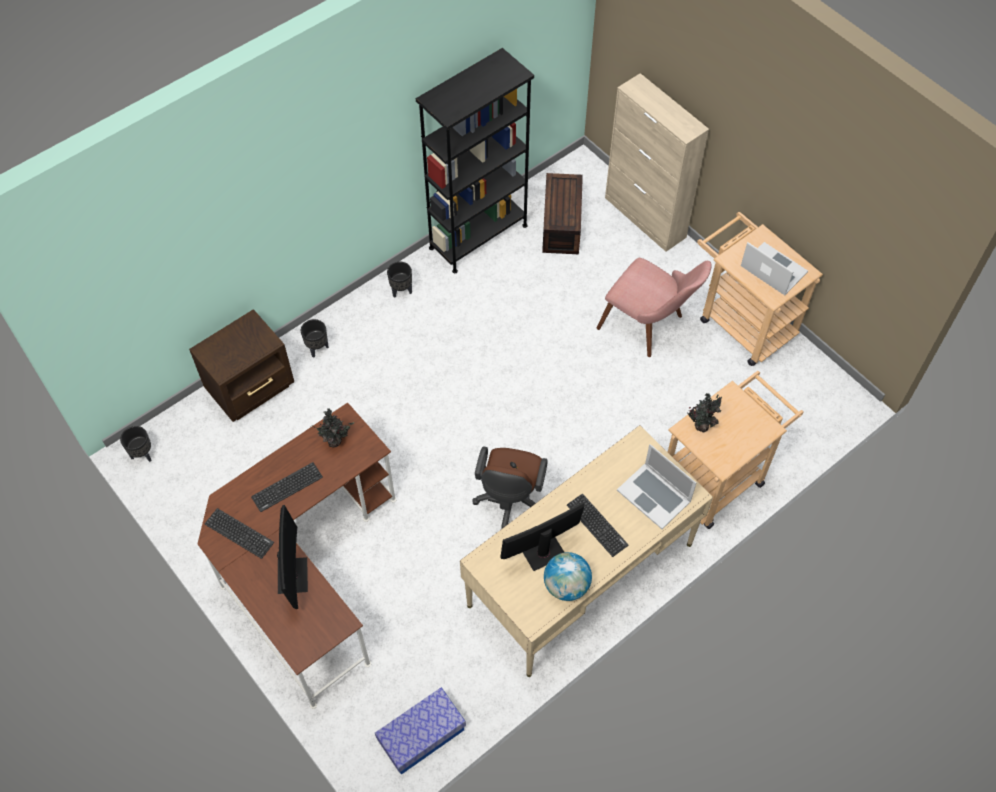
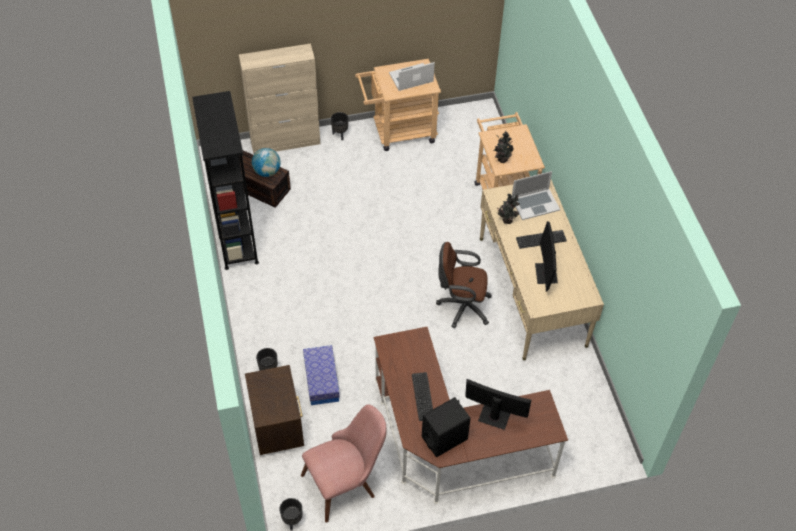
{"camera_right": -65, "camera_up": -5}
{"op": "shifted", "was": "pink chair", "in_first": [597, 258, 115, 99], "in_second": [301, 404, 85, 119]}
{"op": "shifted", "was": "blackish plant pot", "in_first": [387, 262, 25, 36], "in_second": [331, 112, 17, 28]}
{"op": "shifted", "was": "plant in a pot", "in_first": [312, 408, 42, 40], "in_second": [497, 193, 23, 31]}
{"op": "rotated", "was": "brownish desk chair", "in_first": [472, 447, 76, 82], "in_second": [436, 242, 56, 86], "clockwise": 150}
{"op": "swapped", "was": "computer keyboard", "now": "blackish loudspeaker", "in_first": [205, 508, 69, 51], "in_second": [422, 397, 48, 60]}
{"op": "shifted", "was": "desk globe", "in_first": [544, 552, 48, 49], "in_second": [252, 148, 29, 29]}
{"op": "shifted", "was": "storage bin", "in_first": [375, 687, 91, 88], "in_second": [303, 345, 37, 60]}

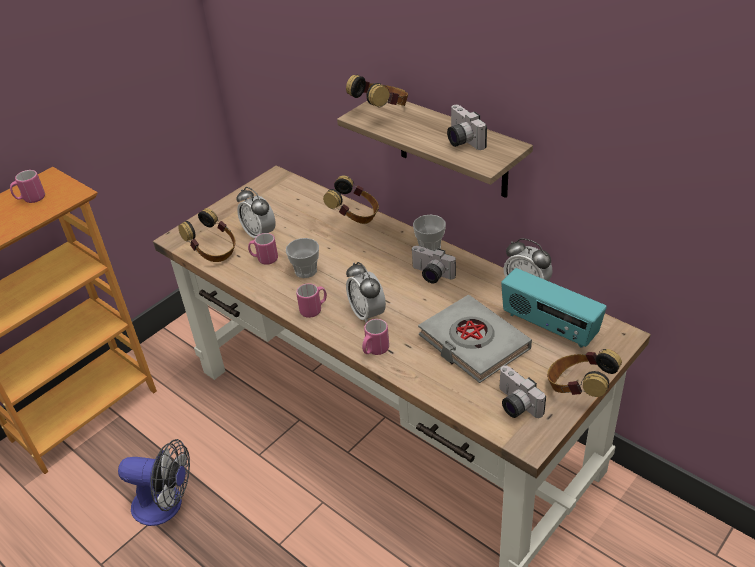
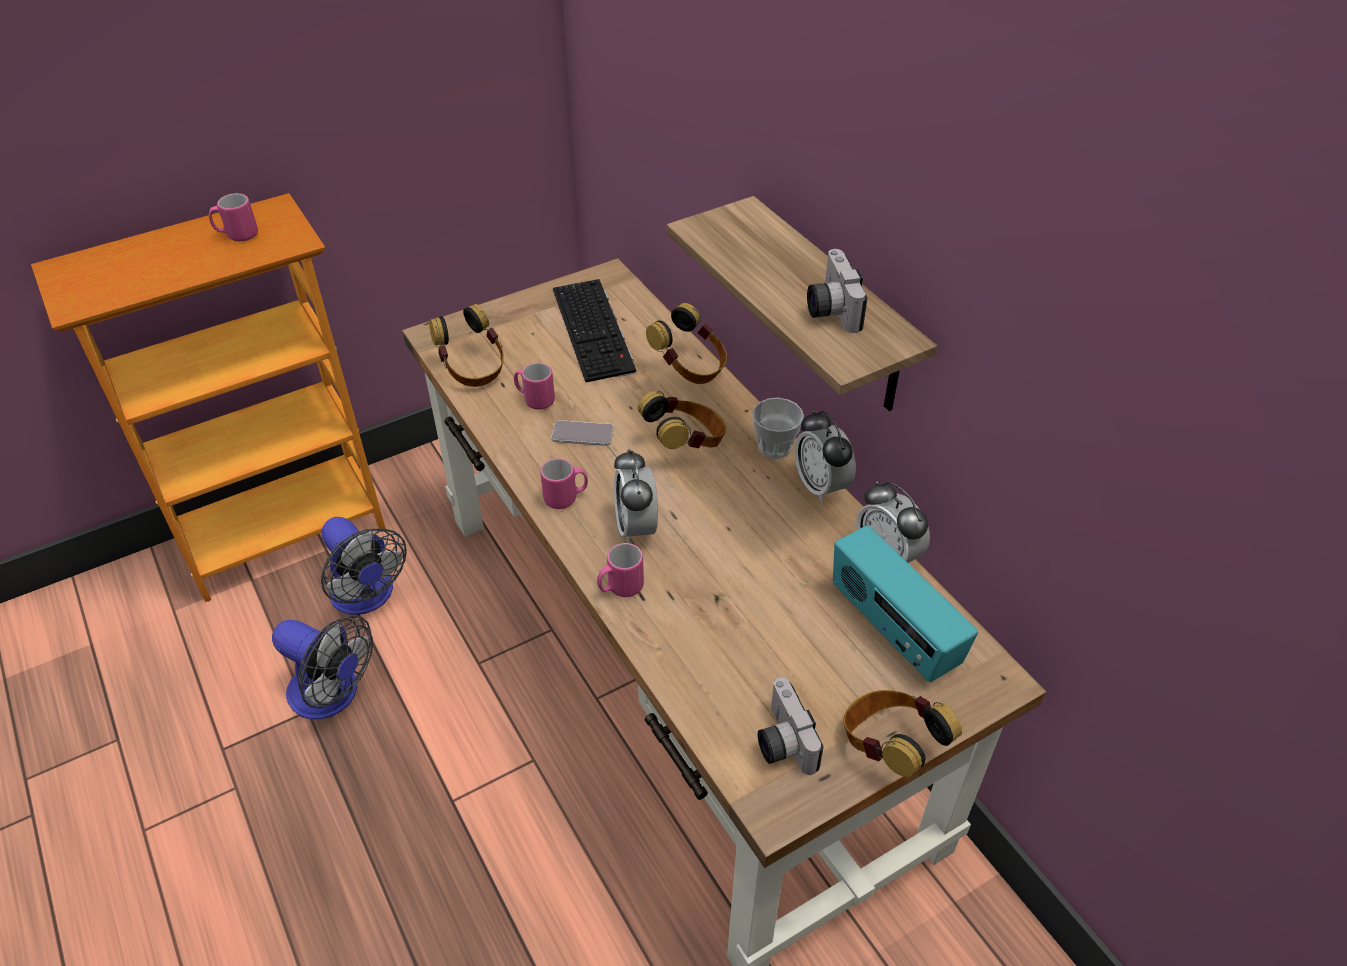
{"camera_right": 15, "camera_up": 5}
{"op": "shifted", "was": "headphones", "in_first": [346, 75, 62, 32], "in_second": [638, 391, 88, 58]}
{"op": "shifted", "was": "alarm clock", "in_first": [236, 187, 40, 51], "in_second": [795, 410, 61, 92]}
{"op": "swapped", "was": "small cup", "now": "handset", "in_first": [286, 238, 33, 40], "in_second": [551, 420, 63, 26]}
{"op": "gone", "was": "still camera", "in_first": [411, 246, 45, 37]}
{"op": "gone", "was": "gray bound book", "in_first": [418, 295, 114, 88]}
{"op": "new", "now": "computer keyboard", "in_second": [553, 279, 83, 103]}
{"op": "new", "now": "fan", "in_second": [321, 517, 86, 98]}

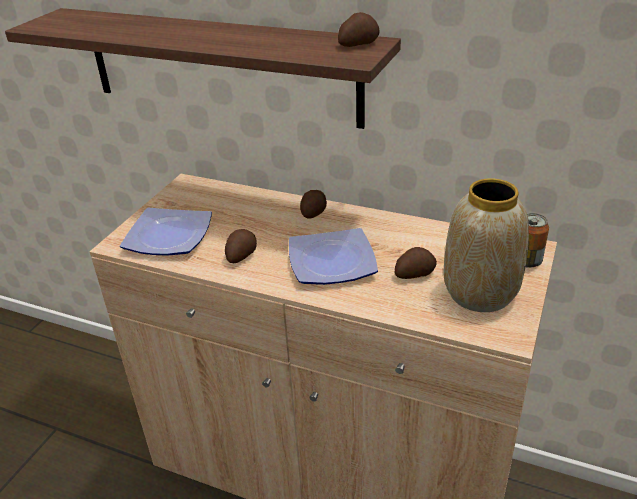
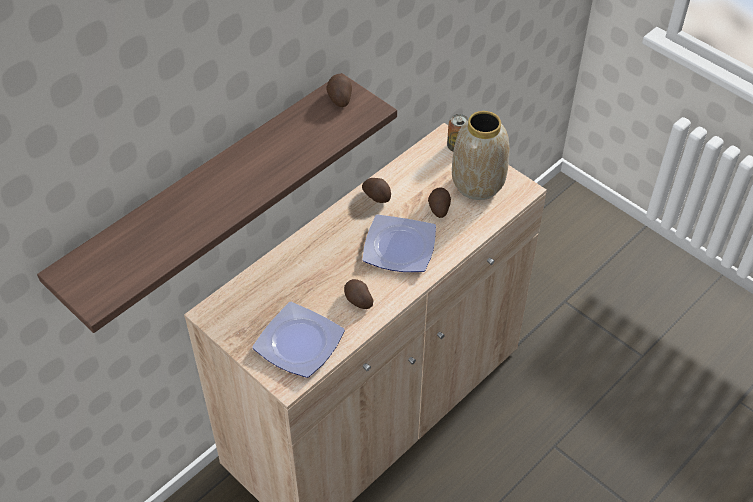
{"camera_right": -70, "camera_up": 15}
{"op": "shifted", "was": "spud", "in_first": [300, 190, 27, 28], "in_second": [362, 178, 29, 25]}

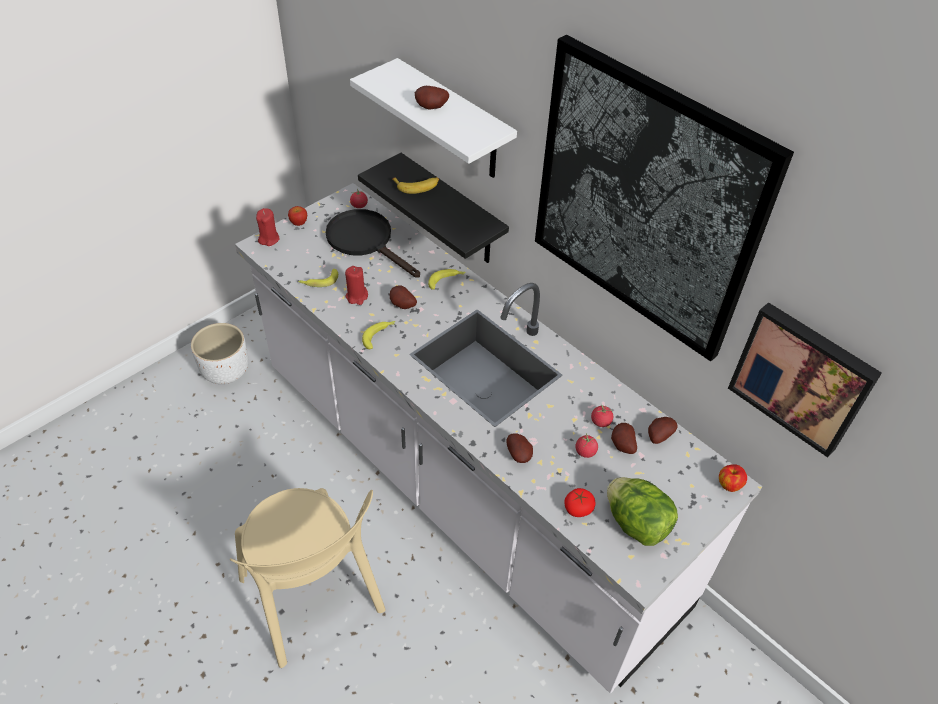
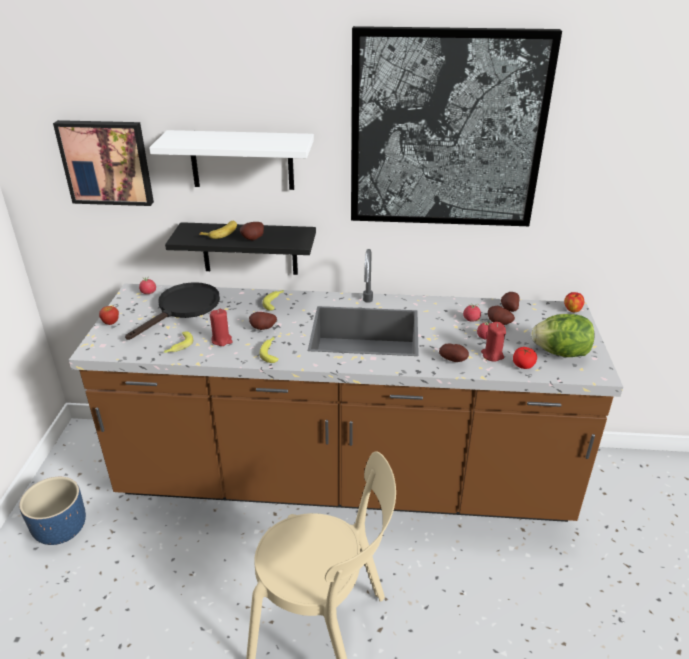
{"camera_right": -40, "camera_up": -15}
{"op": "shifted", "was": "spud", "in_first": [415, 86, 34, 24], "in_second": [240, 222, 24, 18]}
{"op": "repainted", "was": "whitish kitchen counter", "now": "brownish kitchen counter", "in_first": [235, 183, 527, 511], "in_second": [69, 249, 554, 273]}
{"op": "shifted", "was": "red wax light", "in_first": [256, 208, 24, 38], "in_second": [481, 322, 25, 40]}
{"op": "rotated", "was": "blackish skillet", "in_first": [326, 209, 94, 68], "in_second": [125, 282, 95, 58], "clockwise": 120}
{"op": "shifted", "was": "wall art", "in_first": [728, 302, 154, 156], "in_second": [53, 120, 101, 86]}
{"op": "repainted", "was": "whitish plant pot", "now": "blue plant pot", "in_first": [191, 323, 57, 61], "in_second": [19, 477, 67, 68]}

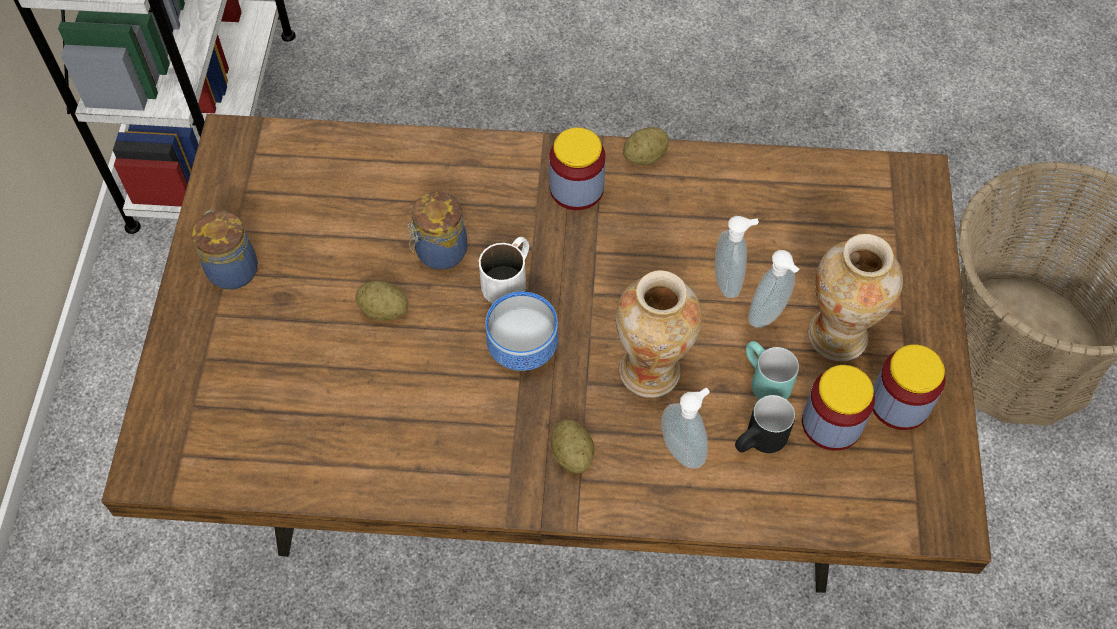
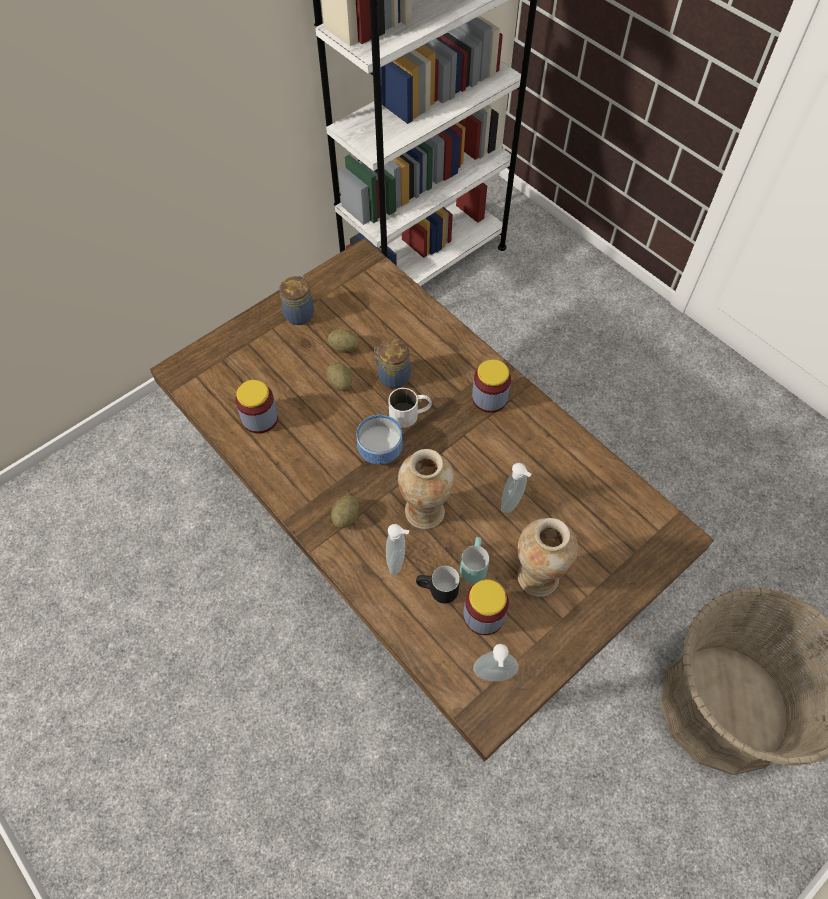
{"camera_right": 45, "camera_up": 0}
{"op": "shifted", "was": "spud", "in_first": [623, 127, 46, 38], "in_second": [328, 329, 31, 24]}
{"op": "shifted", "was": "soap bottle", "in_first": [748, 250, 52, 78], "in_second": [473, 644, 45, 37]}
{"op": "shifted", "was": "jar", "in_first": [873, 344, 73, 86], "in_second": [235, 380, 43, 54]}

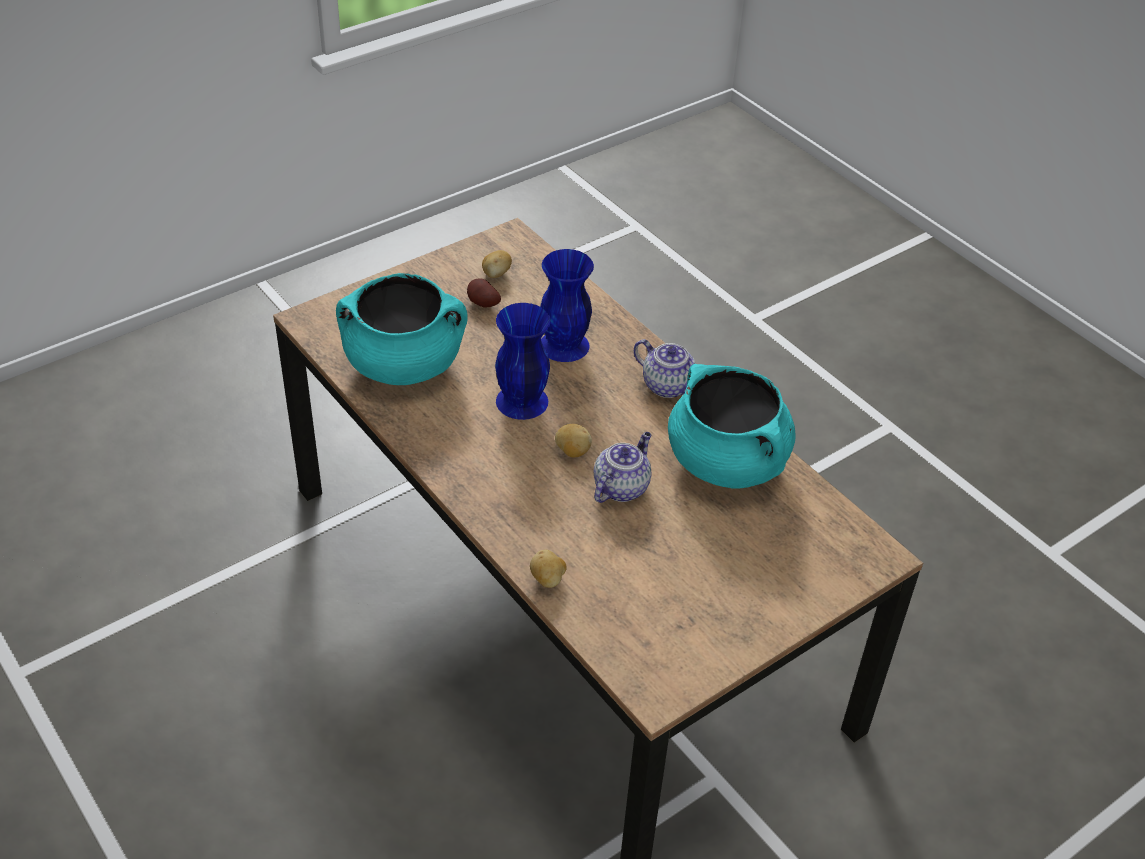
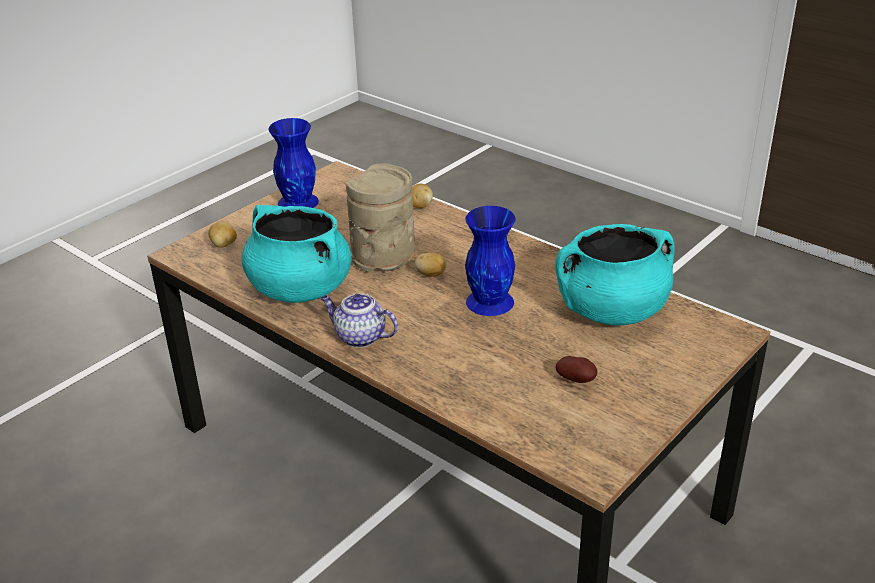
{"camera_right": 170, "camera_up": -10}
{"op": "shifted", "was": "blue vase", "in_first": [540, 249, 54, 113], "in_second": [268, 118, 51, 90]}
{"op": "shifted", "was": "spud", "in_first": [482, 250, 30, 28], "in_second": [208, 221, 29, 27]}
{"op": "swapped", "was": "teapot", "now": "beige vase", "in_first": [594, 432, 58, 71], "in_second": [346, 163, 69, 109]}

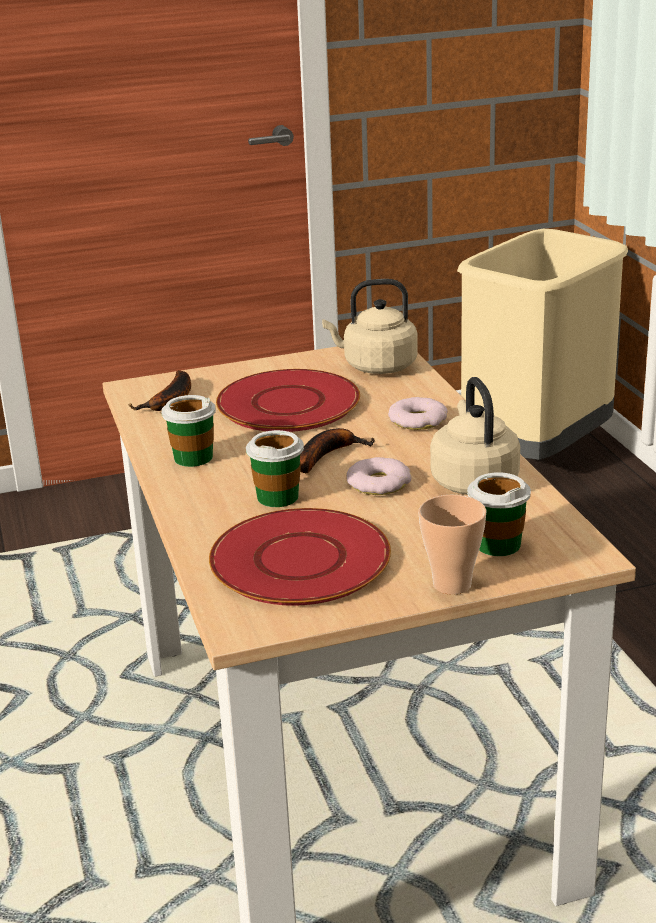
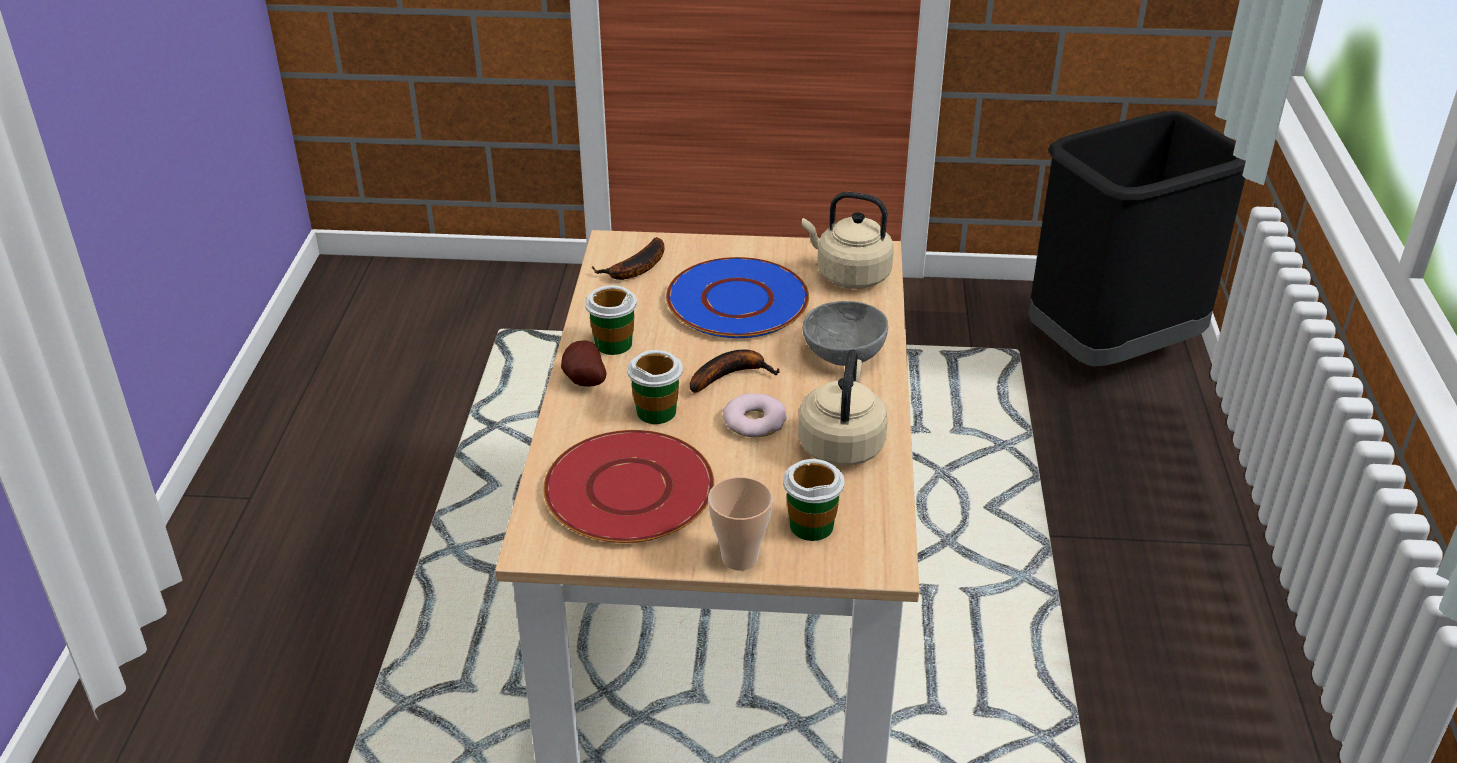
{"camera_right": 20, "camera_up": 10}
{"op": "repainted", "was": "beige trash can", "now": "blackish trash can", "in_first": [457, 229, 171, 231], "in_second": [1028, 111, 218, 255]}
{"op": "repainted", "was": "red plate", "now": "blue plate", "in_first": [216, 369, 144, 63], "in_second": [666, 257, 143, 81]}
{"op": "swapped", "was": "doughnut", "now": "gray deep dish", "in_first": [388, 397, 60, 33], "in_second": [803, 301, 85, 65]}
{"op": "new", "now": "spud", "in_second": [561, 340, 45, 47]}

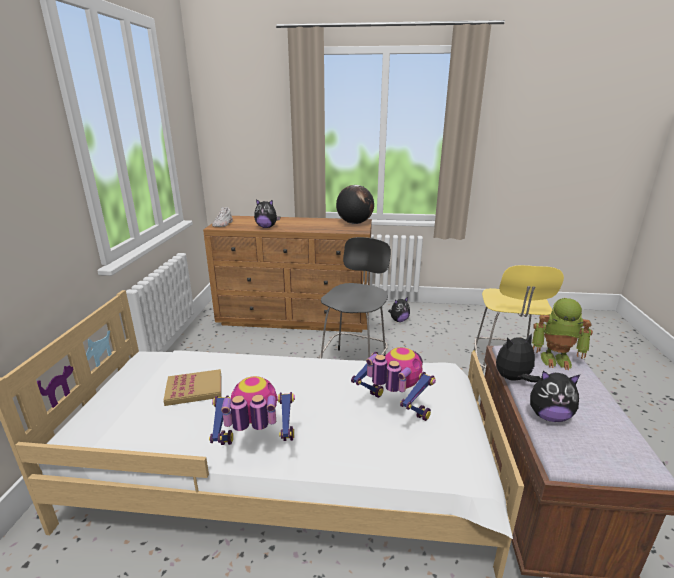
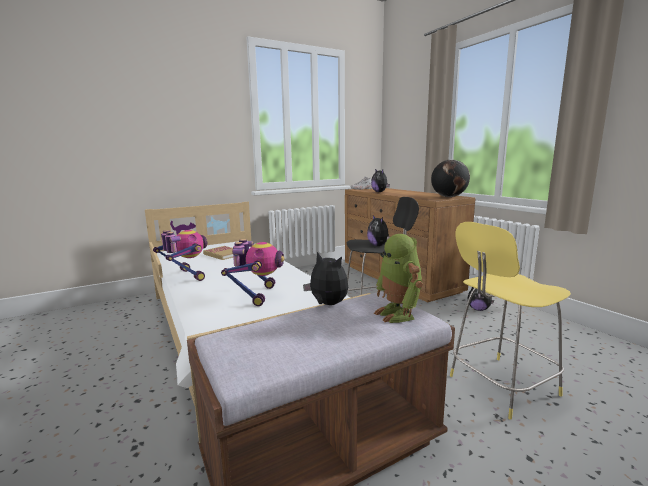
{"camera_right": 55, "camera_up": -10}
{"op": "shifted", "was": "cuddly toy", "in_first": [530, 370, 50, 52], "in_second": [367, 215, 23, 31]}

